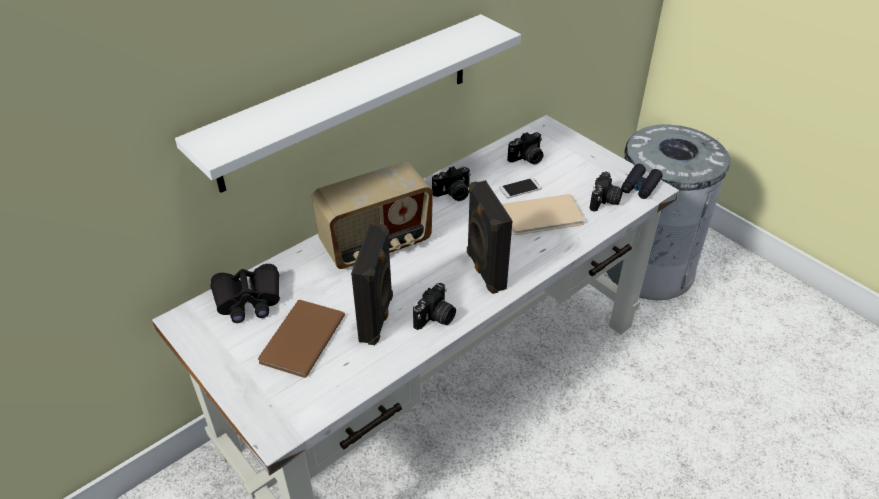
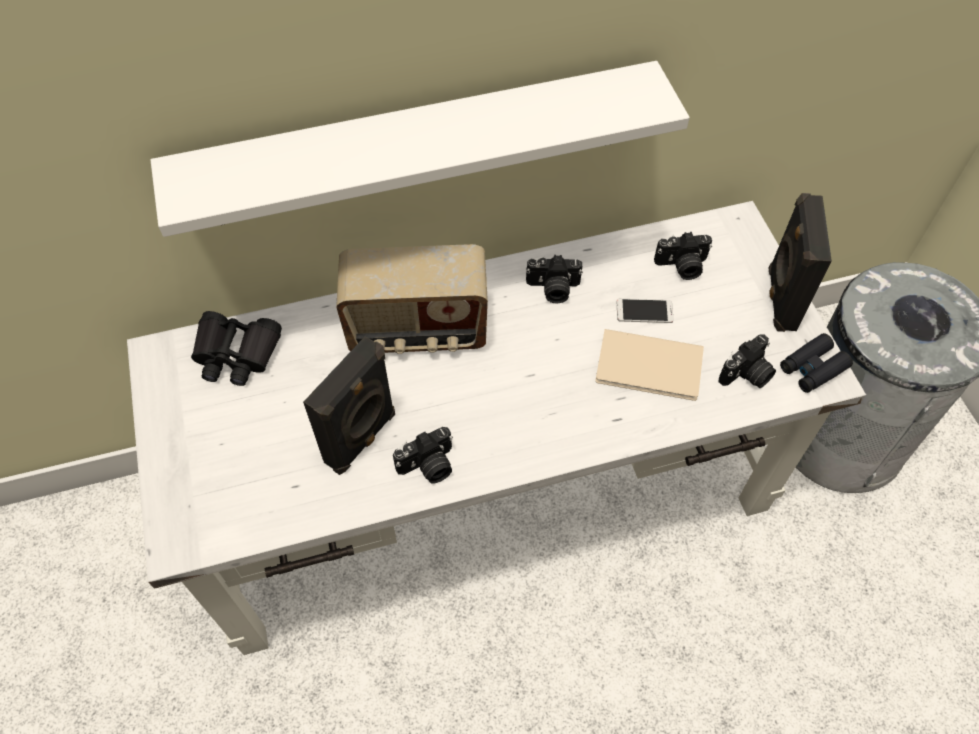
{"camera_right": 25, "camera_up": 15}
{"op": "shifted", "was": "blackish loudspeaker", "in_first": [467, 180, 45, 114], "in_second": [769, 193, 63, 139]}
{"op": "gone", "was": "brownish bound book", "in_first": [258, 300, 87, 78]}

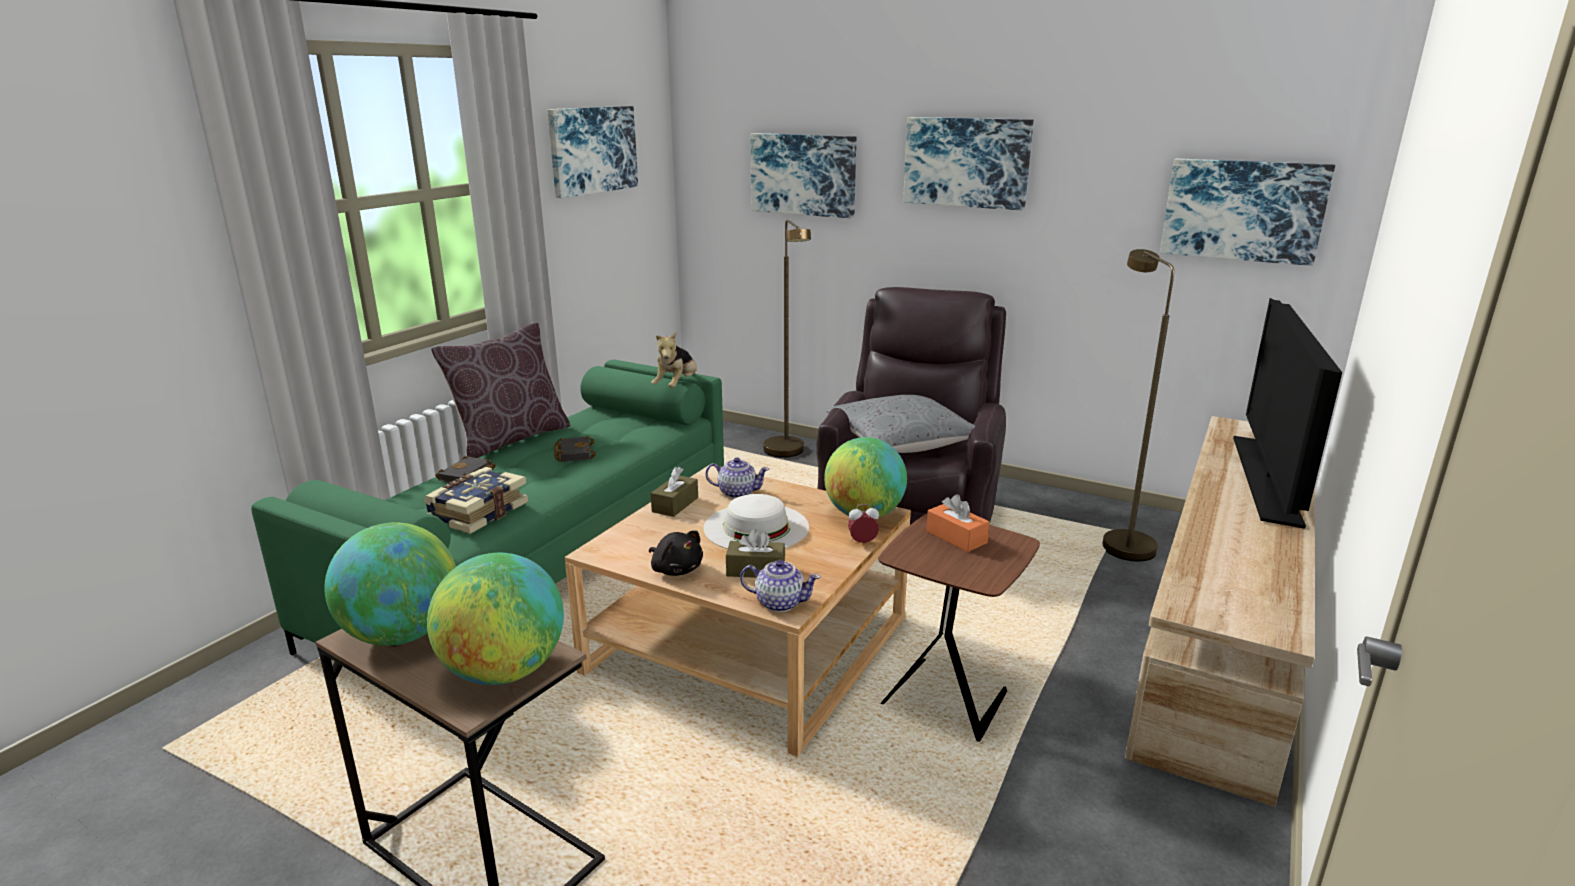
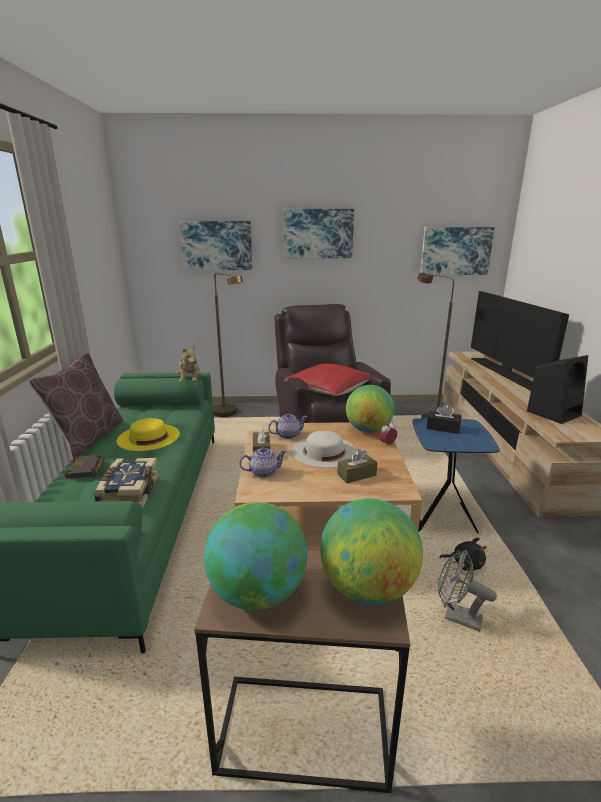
{"camera_right": -30, "camera_up": 0}
{"op": "gone", "was": "wall art", "in_first": [547, 106, 91, 92]}
{"op": "repainted", "was": "gray pillow", "now": "red pillow", "in_first": [826, 395, 149, 58], "in_second": [284, 363, 86, 33]}
{"op": "swapped", "was": "blackish bound book", "now": "yellow-coloured hat", "in_first": [554, 436, 42, 26], "in_second": [117, 418, 63, 33]}
{"op": "repainted", "was": "orange-coloured tissue holder", "now": "blackish tissue holder", "in_first": [926, 494, 63, 58], "in_second": [426, 404, 36, 30]}
{"op": "repainted", "was": "brownish accent table", "now": "blue accent table", "in_first": [878, 513, 162, 229], "in_second": [412, 418, 88, 115]}
{"op": "shifted", "was": "blackish cuddly toy", "in_first": [649, 530, 54, 46], "in_second": [440, 538, 47, 32]}
{"op": "shifted", "was": "teapot", "in_first": [740, 560, 81, 52], "in_second": [239, 447, 48, 31]}
{"op": "new", "now": "blackish loudspeaker", "in_second": [527, 355, 61, 69]}
{"op": "new", "now": "gray fan", "in_second": [438, 550, 59, 82]}

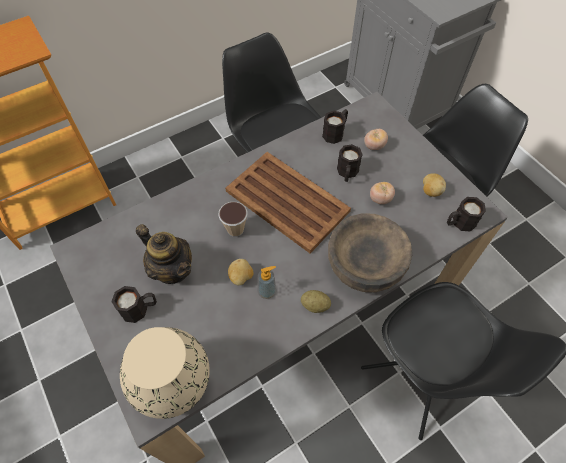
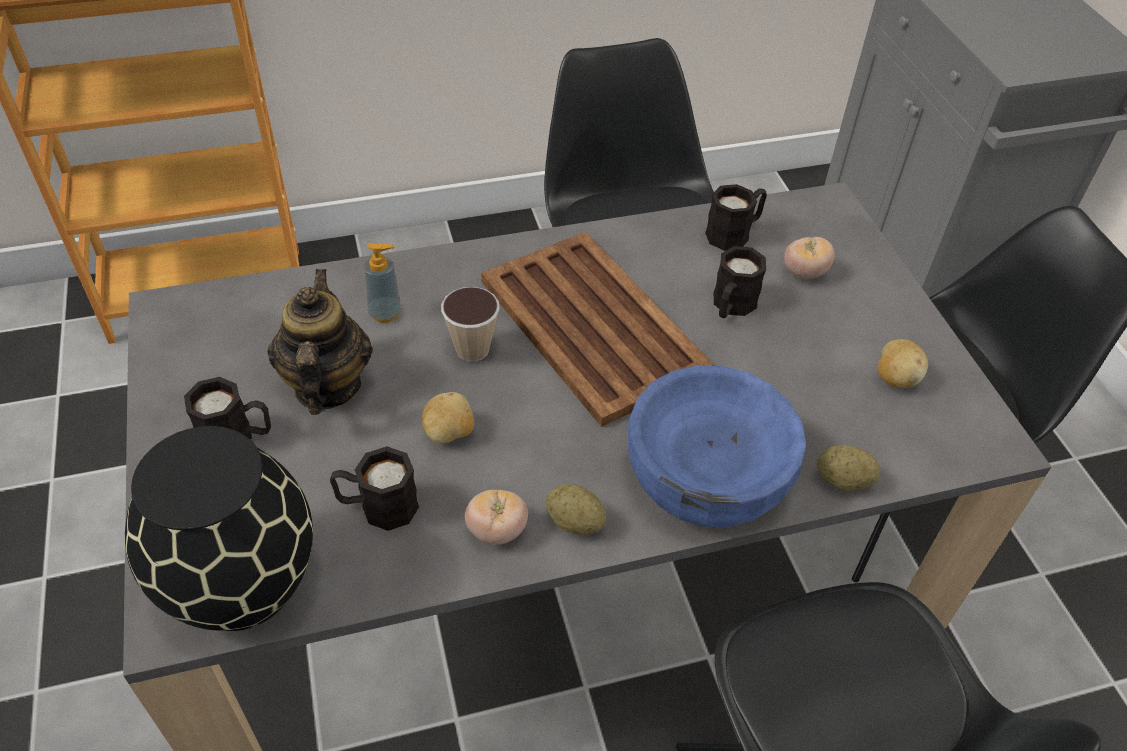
{"camera_right": 15, "camera_up": -10}
{"op": "shifted", "was": "tomato", "in_first": [370, 182, 25, 22], "in_second": [465, 490, 63, 55]}
{"op": "shifted", "was": "blackish coffee mug", "in_first": [447, 197, 39, 34], "in_second": [330, 446, 89, 85]}
{"op": "repainted", "was": "brownish deep dish", "now": "blue deep dish", "in_first": [328, 213, 84, 79], "in_second": [628, 365, 178, 162]}
{"op": "rotated", "was": "teapot", "in_first": [136, 224, 56, 60], "in_second": [267, 269, 106, 146], "clockwise": -150}
{"op": "shifted", "was": "soap bottle", "in_first": [258, 266, 18, 33], "in_second": [364, 244, 38, 79]}
{"op": "repainted", "was": "beige vase", "now": "blackish vase", "in_first": [120, 327, 90, 92], "in_second": [125, 426, 188, 205]}
{"op": "new", "now": "spud", "in_second": [817, 445, 63, 46]}

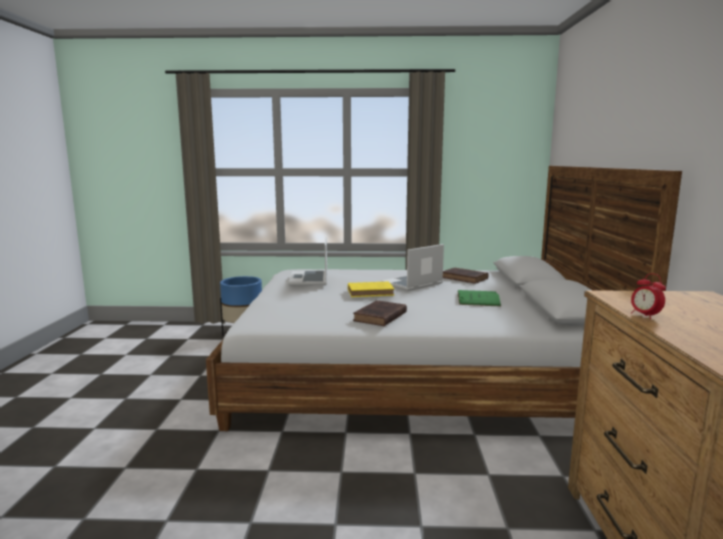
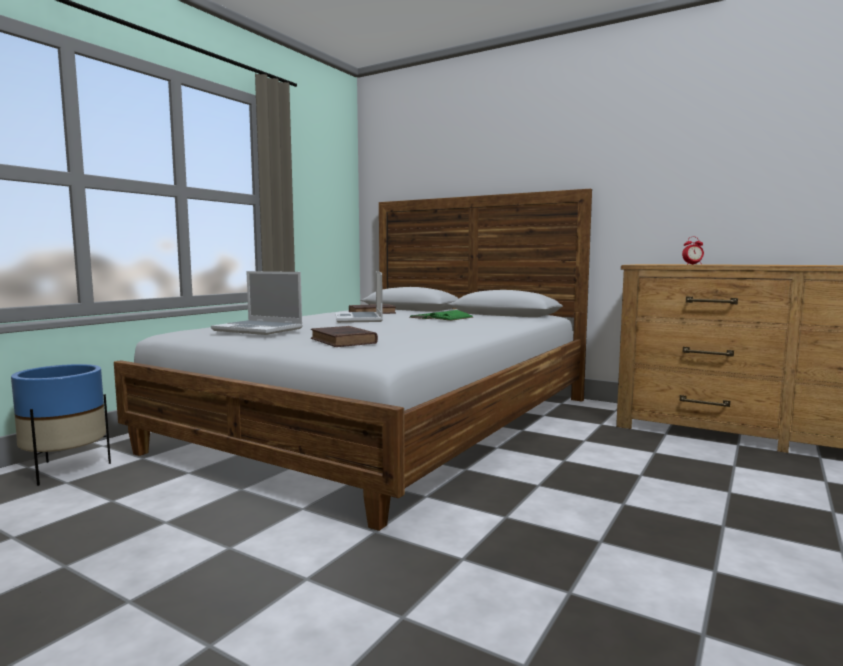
{"camera_right": -60, "camera_up": -5}
{"op": "gone", "was": "yellow-coloured bound book", "in_first": [348, 281, 46, 16]}
{"op": "shifted", "was": "brownish bound book", "in_first": [353, 300, 54, 26], "in_second": [311, 326, 67, 21]}

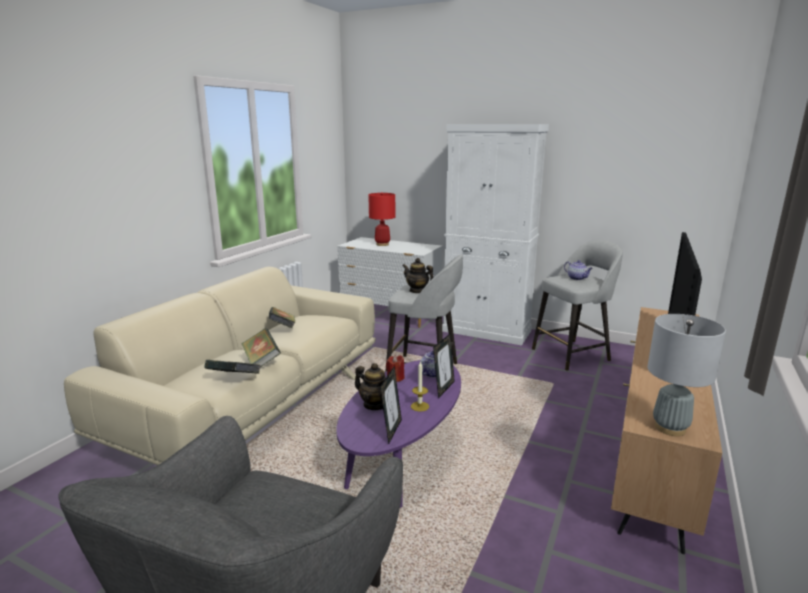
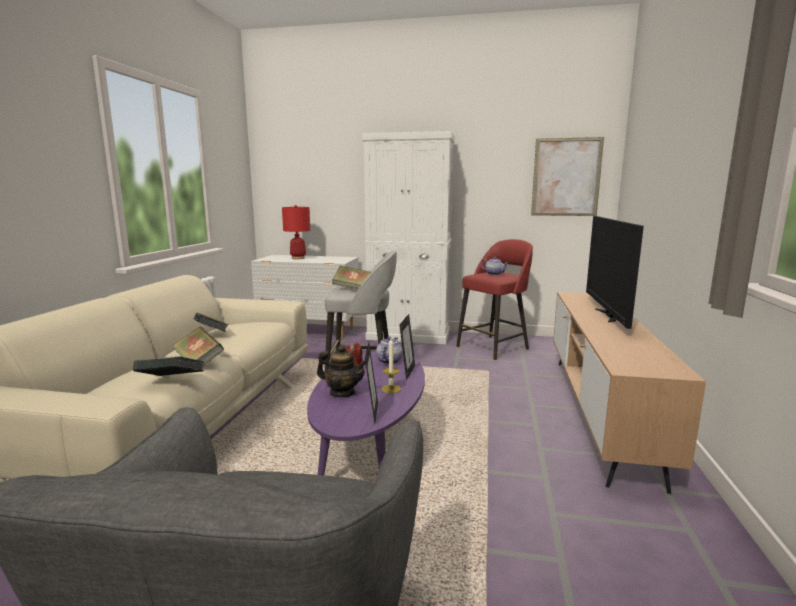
{"camera_right": -15, "camera_up": -5}
{"op": "repainted", "was": "gray sitting stool", "now": "red sitting stool", "in_first": [532, 240, 91, 131], "in_second": [456, 239, 77, 121]}
{"op": "swapped", "was": "teapot", "now": "bound book", "in_first": [402, 258, 32, 35], "in_second": [333, 266, 38, 24]}
{"op": "gone", "was": "gray lamp for a table", "in_first": [647, 314, 79, 122]}
{"op": "new", "now": "wall art", "in_second": [531, 137, 73, 79]}

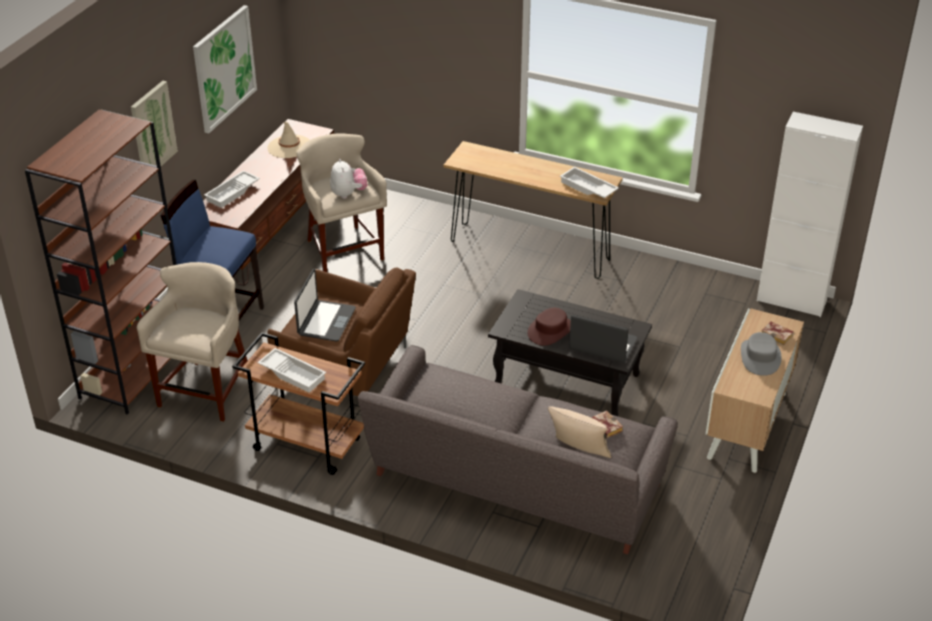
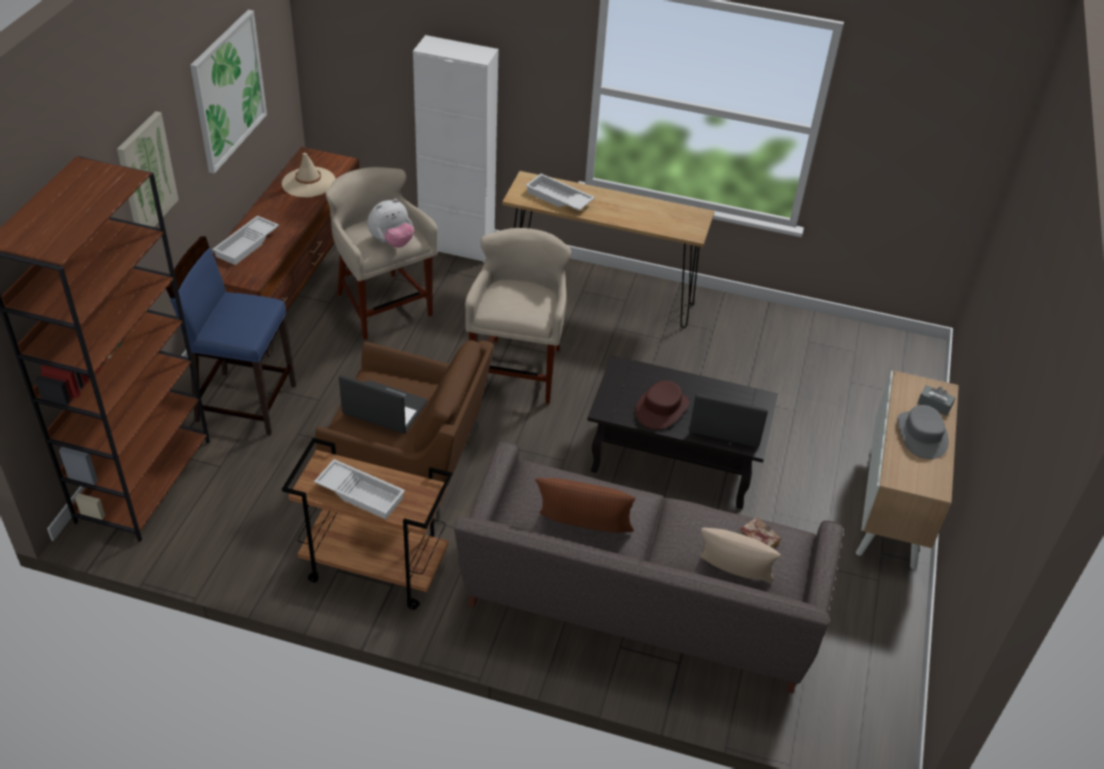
{"camera_right": -10, "camera_up": 5}
{"op": "shifted", "was": "whitish storage cabinet", "in_first": [757, 112, 106, 205], "in_second": [413, 35, 86, 228]}
{"op": "rotated", "was": "cuddly toy", "in_first": [330, 159, 37, 40], "in_second": [367, 199, 47, 49], "clockwise": 75}
{"op": "shifted", "was": "whitish serving tray", "in_first": [560, 167, 59, 31], "in_second": [525, 174, 70, 37]}
{"op": "shifted", "was": "beige sitting stool", "in_first": [137, 262, 111, 160], "in_second": [465, 228, 106, 176]}
{"op": "rotated", "was": "laptop", "in_first": [294, 269, 62, 73], "in_second": [339, 375, 89, 59], "clockwise": -75}
{"op": "swapped", "was": "bound book", "now": "gray tissue holder", "in_first": [761, 321, 33, 25], "in_second": [917, 385, 39, 31]}
{"op": "new", "now": "brownish pillow", "in_second": [535, 478, 100, 55]}

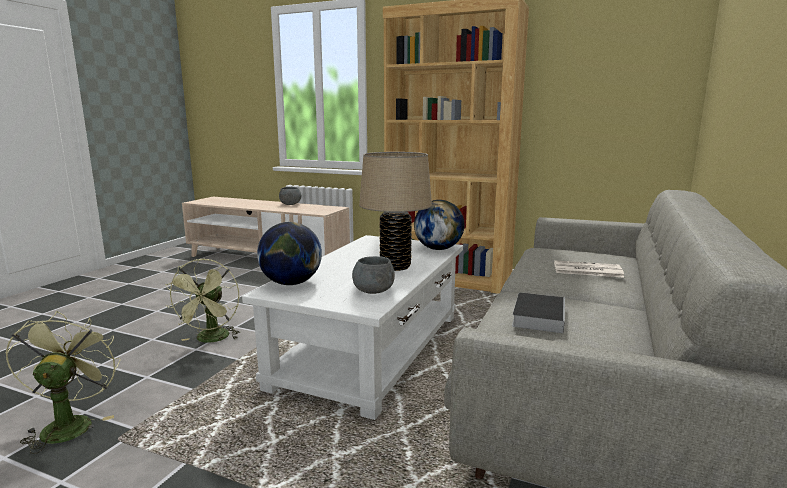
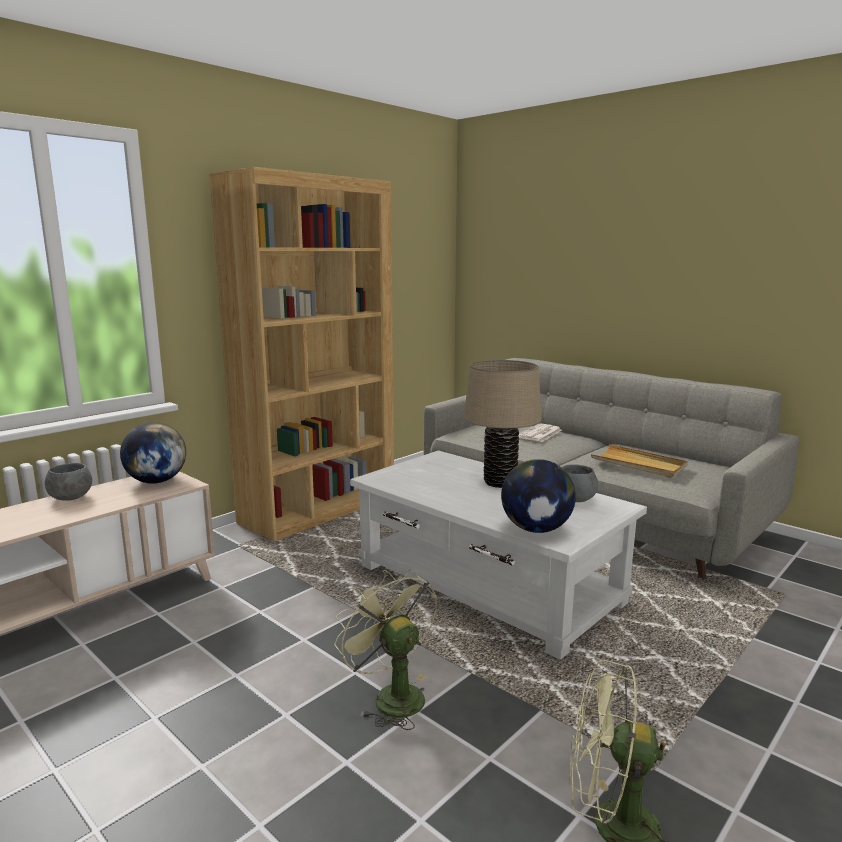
{"camera_right": -70, "camera_up": 0}
{"op": "shifted", "was": "desk globe", "in_first": [414, 200, 51, 50], "in_second": [120, 422, 66, 62]}
{"op": "rotated", "was": "greenish fan", "in_first": [165, 258, 75, 85], "in_second": [334, 569, 103, 161], "clockwise": -150}
{"op": "swapped", "was": "bound book", "now": "beige serving tray", "in_first": [512, 293, 53, 40], "in_second": [591, 444, 96, 34]}

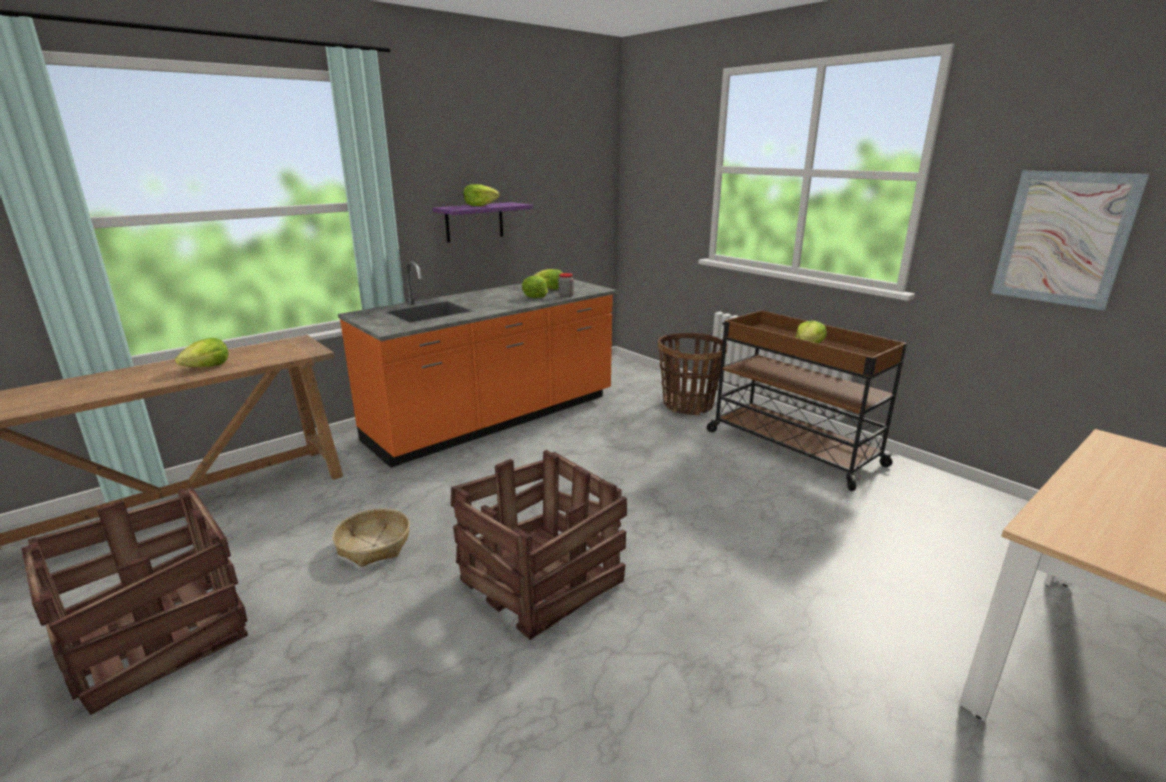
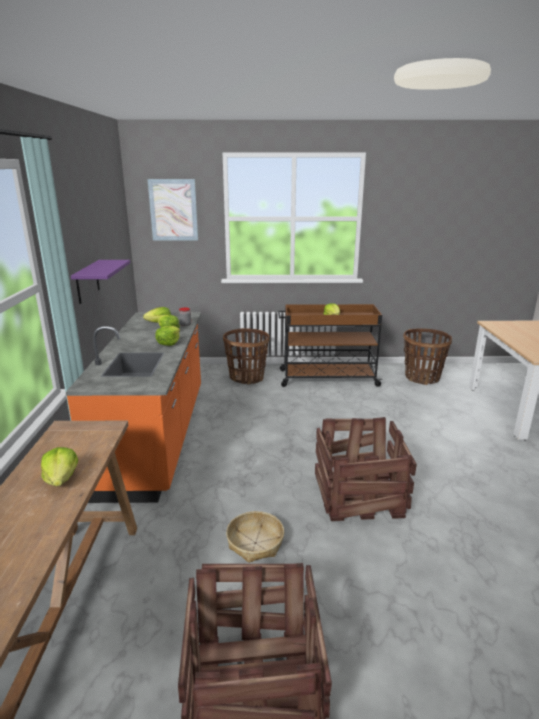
{"camera_right": -50, "camera_up": 0}
{"op": "shifted", "was": "wall art", "in_first": [991, 171, 159, 140], "in_second": [147, 179, 51, 61]}
{"op": "shifted", "was": "head of lettuce", "in_first": [464, 184, 35, 22], "in_second": [155, 326, 25, 20]}
{"op": "new", "now": "household basket", "in_second": [403, 328, 49, 57]}

